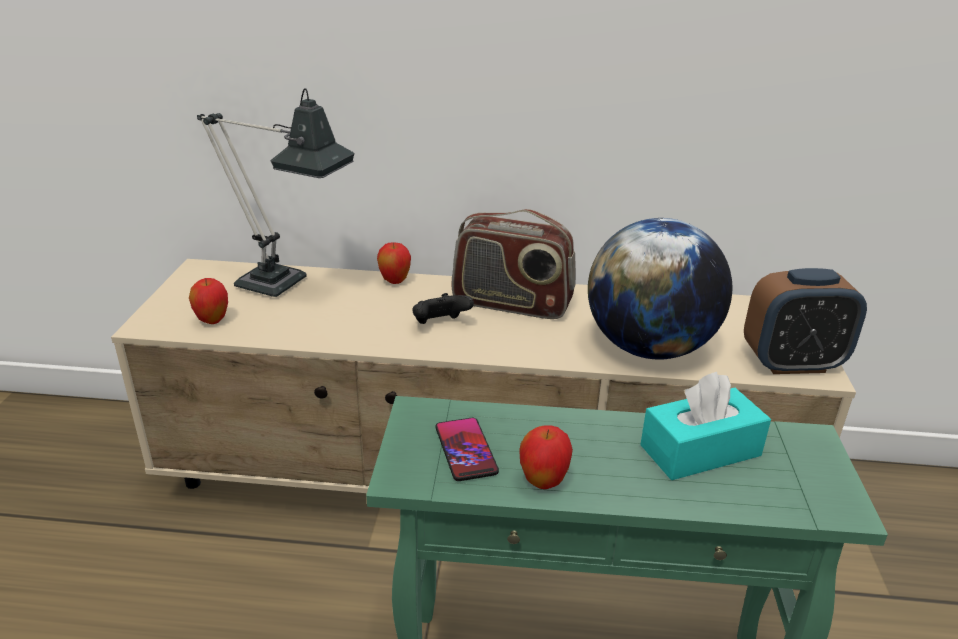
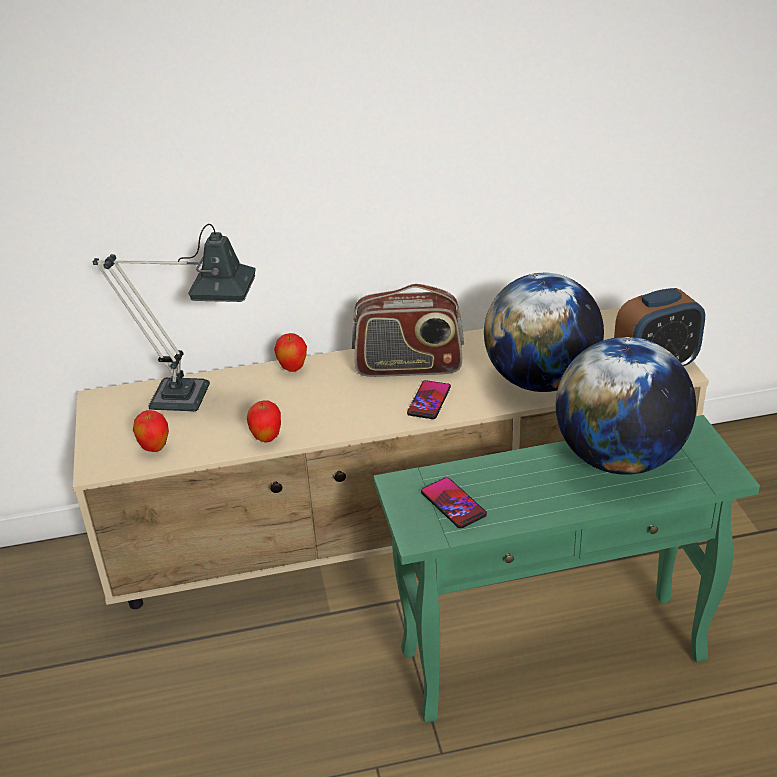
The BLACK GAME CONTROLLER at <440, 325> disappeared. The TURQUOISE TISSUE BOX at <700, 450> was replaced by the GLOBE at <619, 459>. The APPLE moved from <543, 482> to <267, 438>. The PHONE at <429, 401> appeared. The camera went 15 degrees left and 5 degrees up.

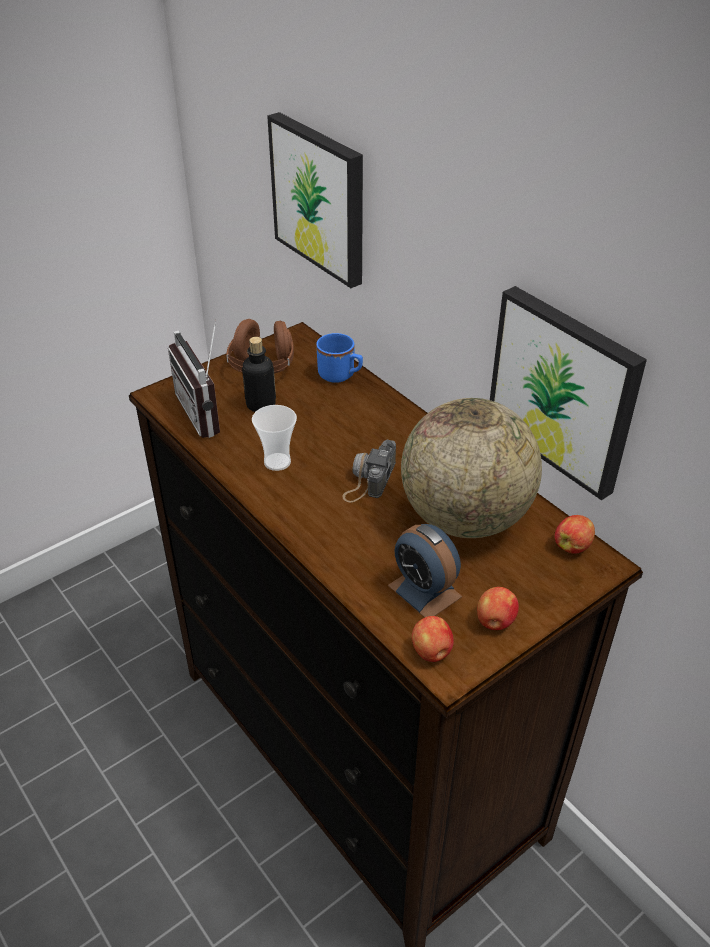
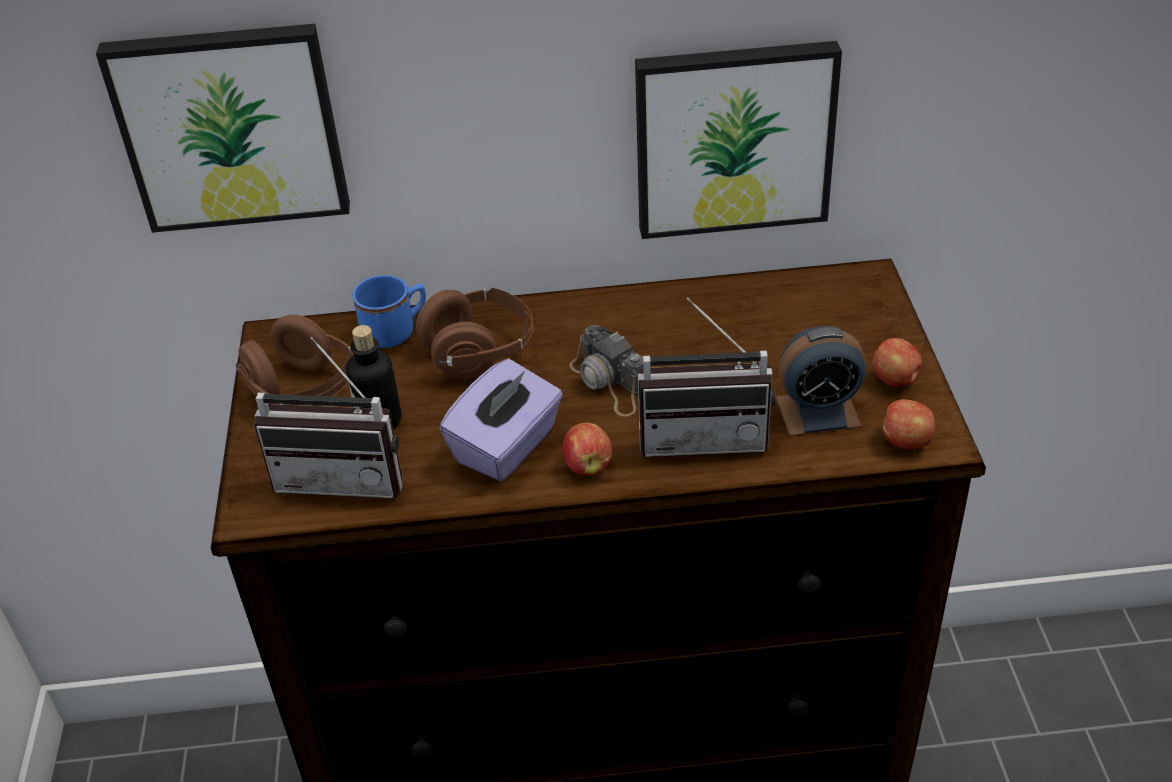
The GLOBE at <465, 518> disappeared. The CUP at <277, 462> was replaced by the PURPLE TISSUE BOX at <507, 446>. The APPLE moved from <572, 546> to <587, 465>. The BROWN HEADPHONES at <480, 352> appeared. The RADIO at <704, 436> appeared. The camera went 55 degrees left and 0 degrees up.

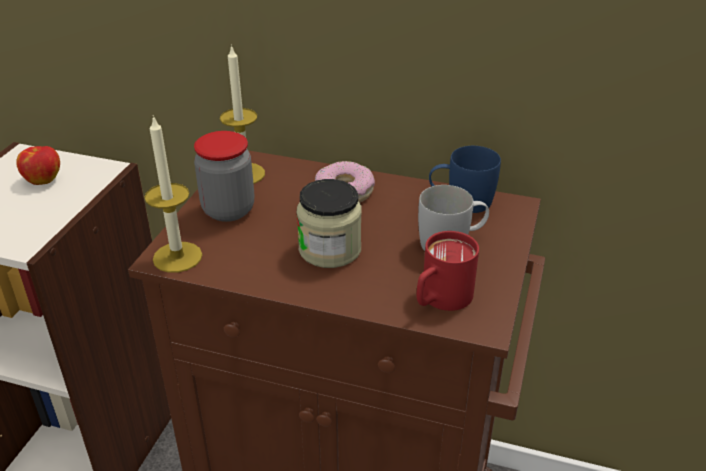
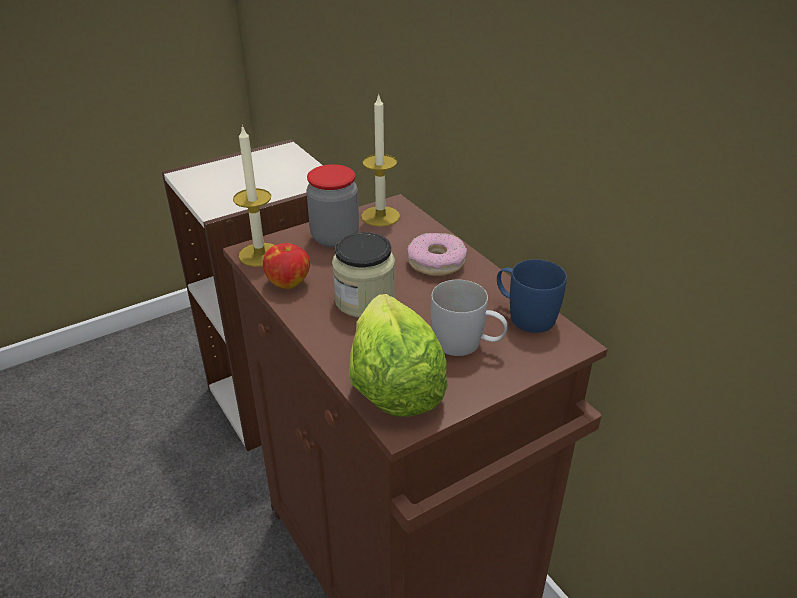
The APPLE moved from <43, 180> to <288, 282>. The RED MUG at <440, 300> was replaced by the LETTUCE at <393, 383>. The camera went 40 degrees right and 0 degrees up.

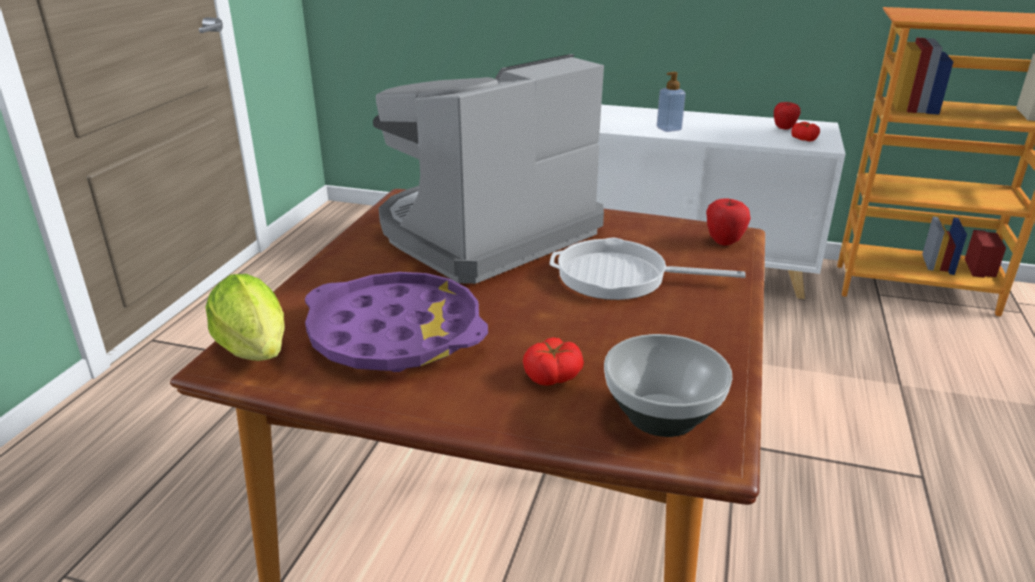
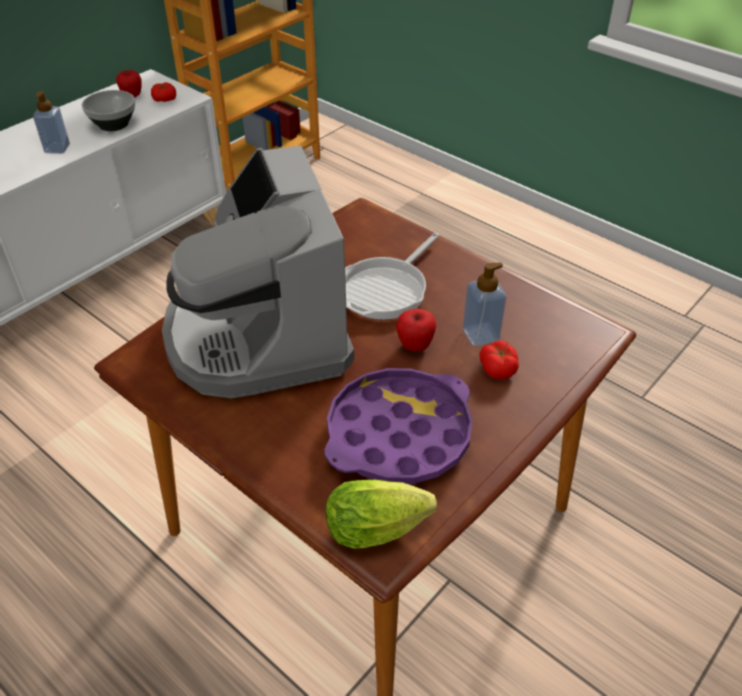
The APPLE moved from <724, 241> to <415, 346>. The BOWL moved from <663, 415> to <113, 124>. The SOAP DISPENSER at <480, 334> appeared. The camera went 65 degrees left and 15 degrees up.

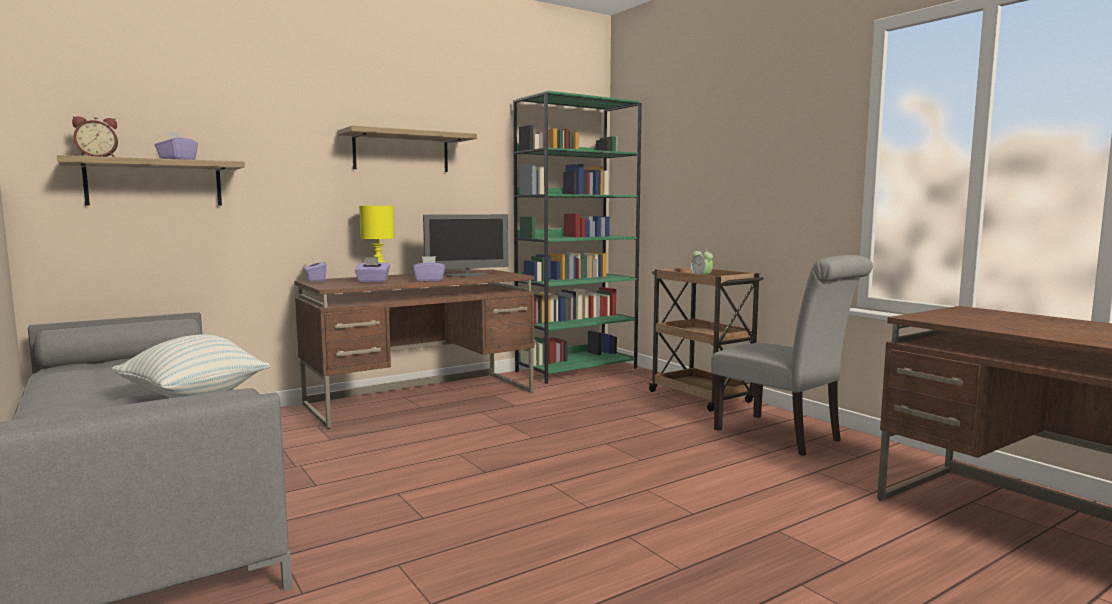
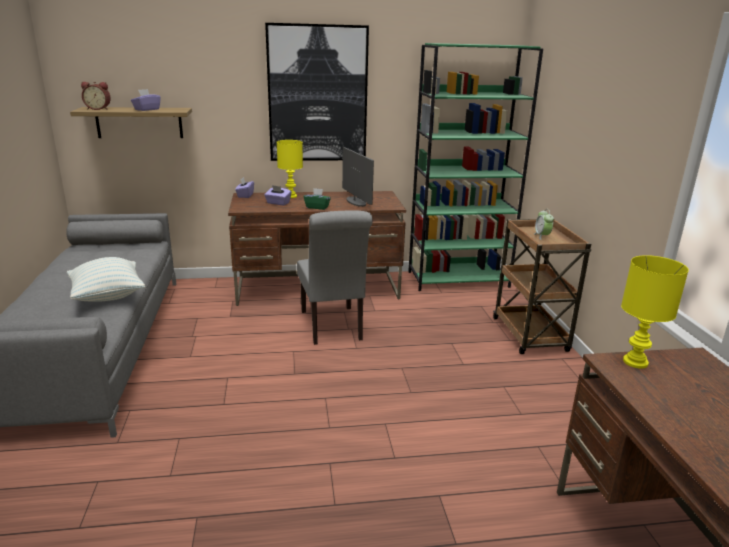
The SHELF at <401, 152> was replaced by the PICTURE at <317, 94>. The MONITOR at <467, 275> turned 120 degrees counterclockwise. The GREY CHAIR moved from <784, 436> to <332, 327>. The PURPLE TISSUE BOX at <429, 280> became the GREEN TISSUE BOX at <317, 207>. The YELLOW TABLE LAMP at <635, 362> appeared. The camera went 25 degrees right and 15 degrees up.

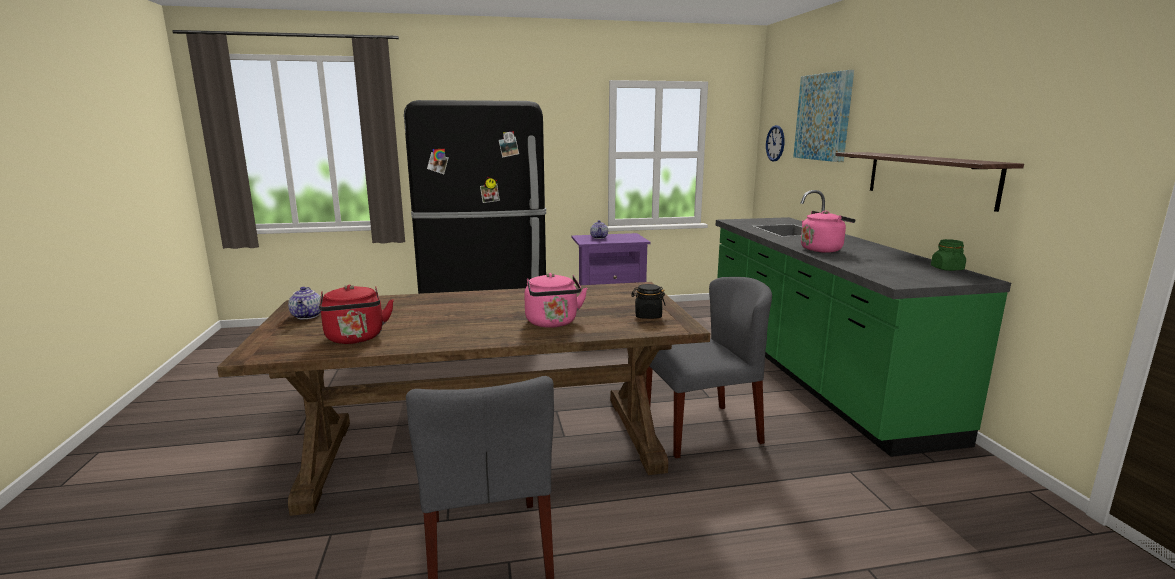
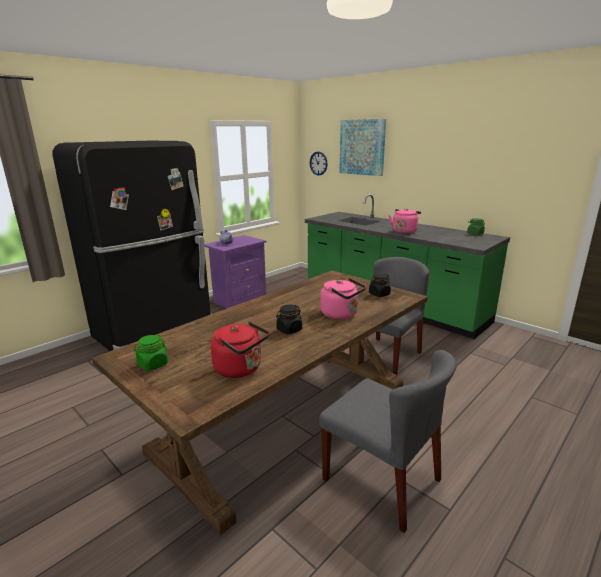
The SHELF at <929, 178> disappeared. The TEAPOT at <308, 316> was replaced by the GREEN JAR at <152, 365>. The BLACK JAR at <289, 330> appeared. The camera went 35 degrees left and 5 degrees up.

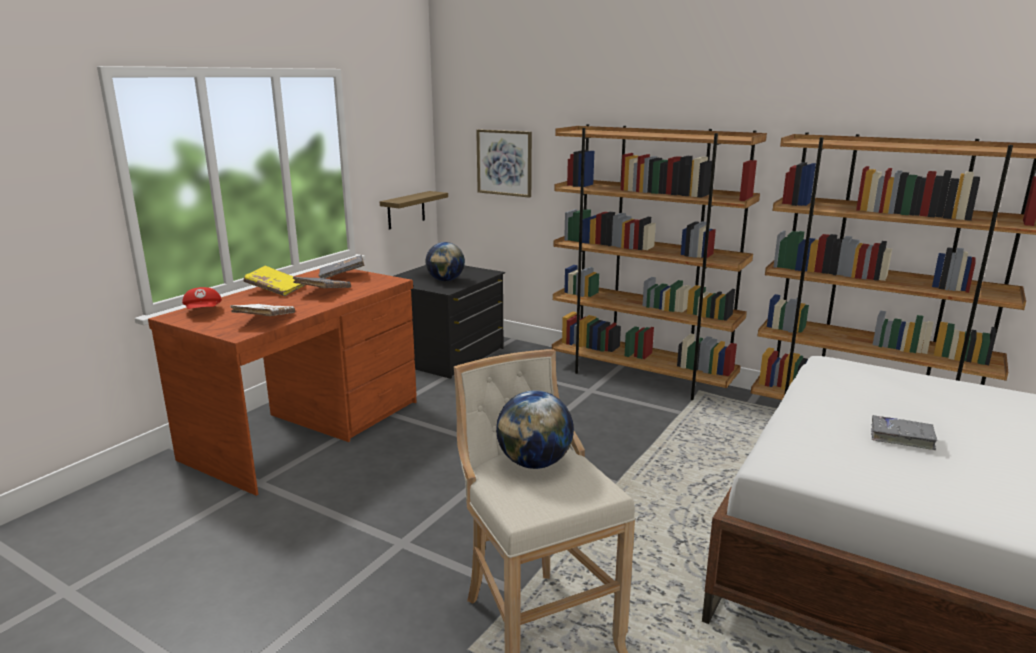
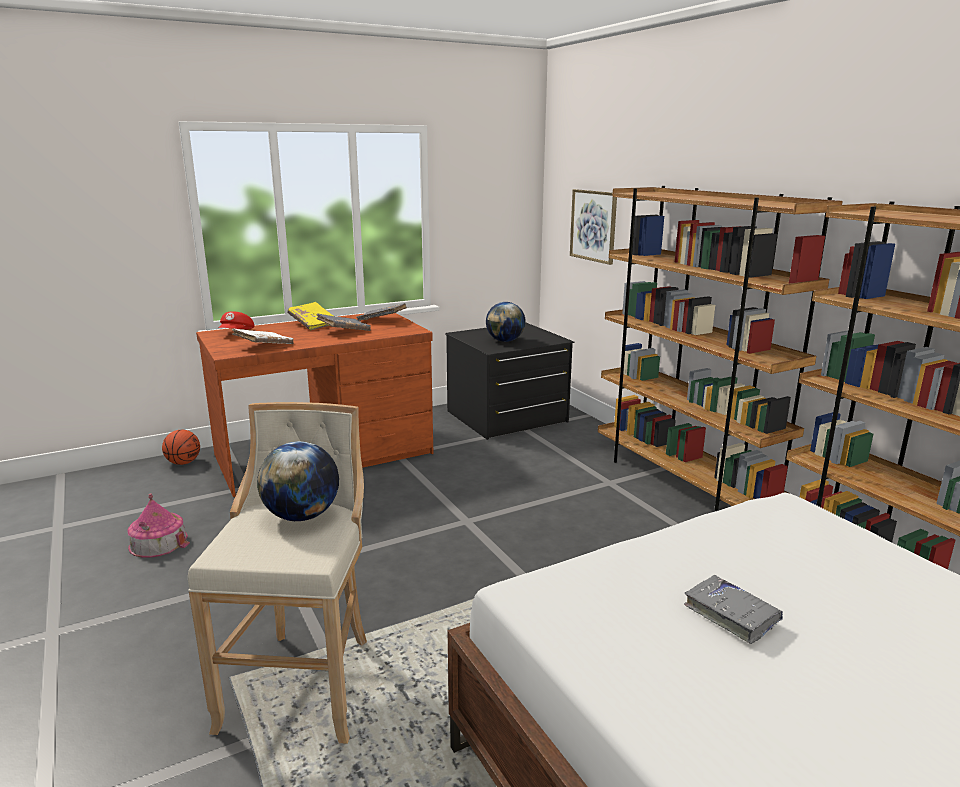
The SHELF at <406, 210> disappeared. The BASKETBALL at <183, 463> appeared. The TOY HOUSE at <158, 542> appeared. The camera went 30 degrees right and 0 degrees up.

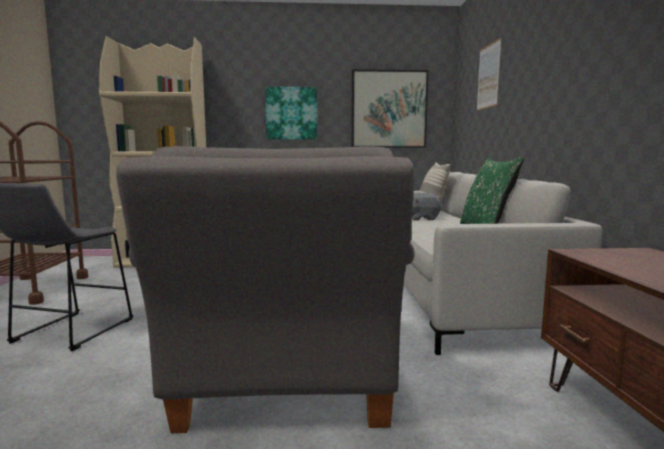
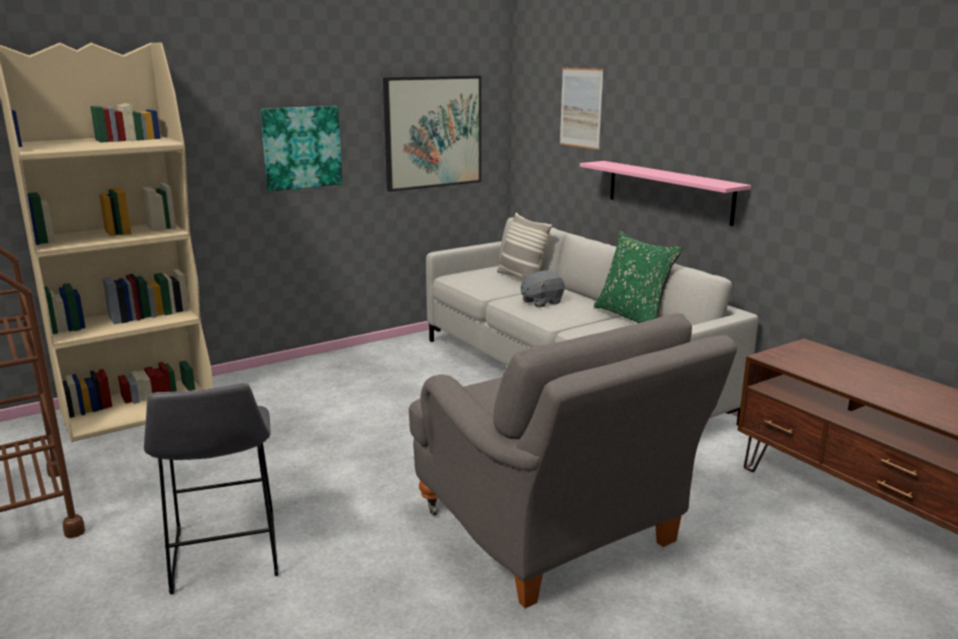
The PINK SHELF at <668, 191> appeared. The camera went 30 degrees left and 10 degrees up.

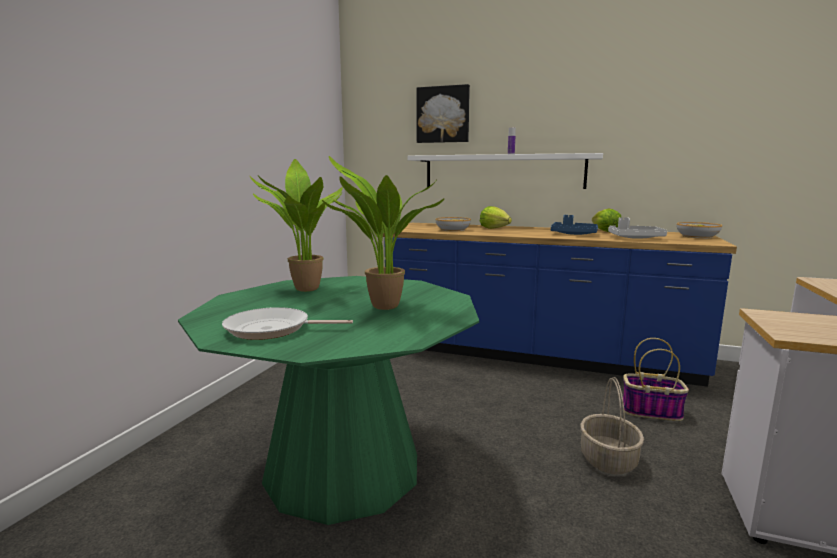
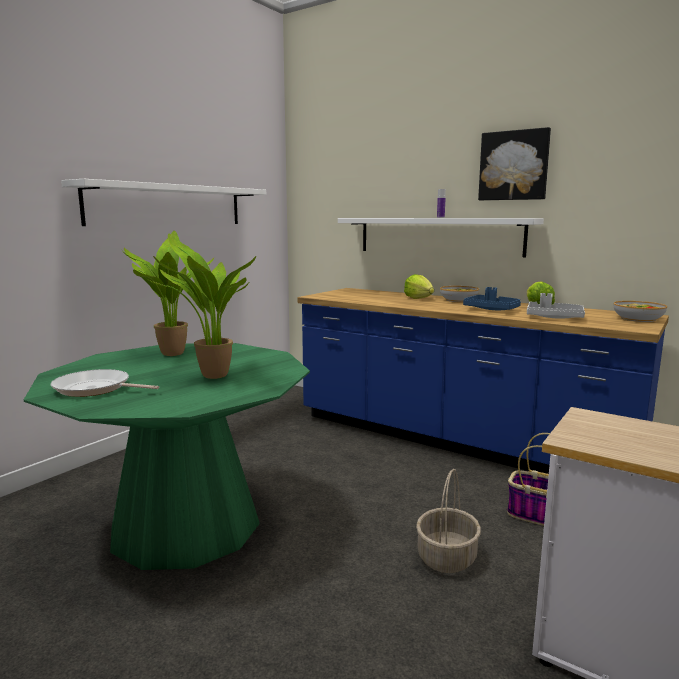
The PICTURE moved from <443, 114> to <514, 165>. The BOWL moved from <452, 230> to <458, 300>. The WHITE SHELF at <168, 205> appeared. The camera went 15 degrees right and 0 degrees up.

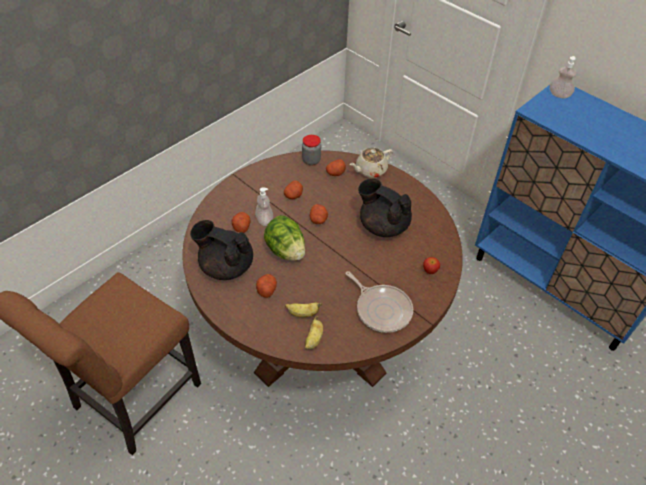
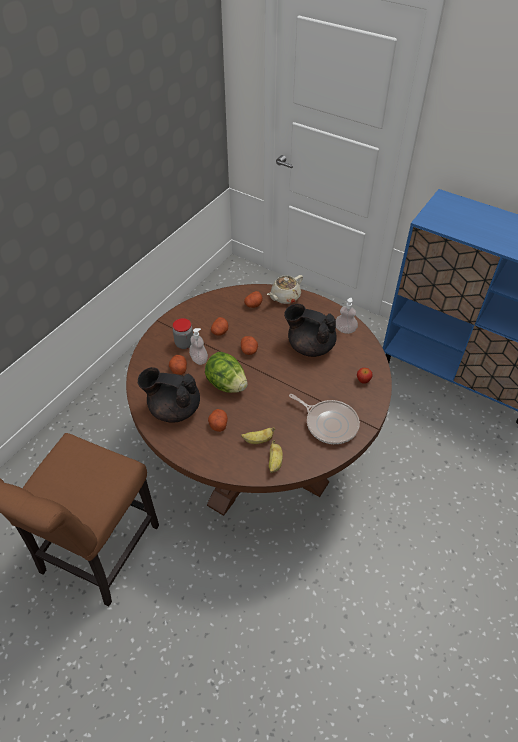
The SOAP DISPENSER moved from <559, 95> to <345, 330>. The JAR moved from <311, 160> to <184, 344>. The camera went 10 degrees left and 0 degrees up.

